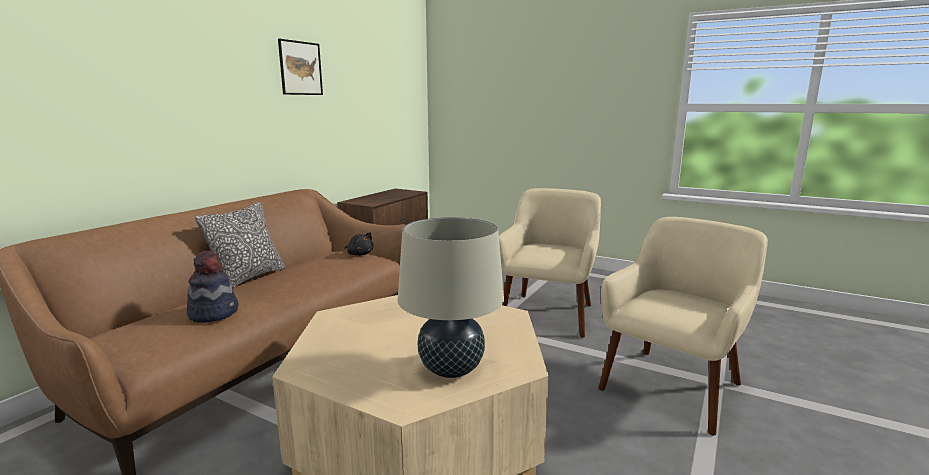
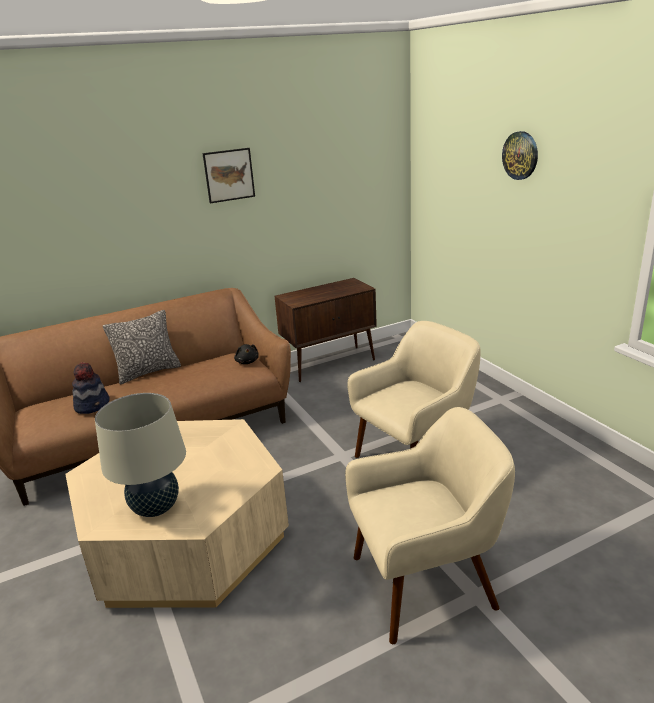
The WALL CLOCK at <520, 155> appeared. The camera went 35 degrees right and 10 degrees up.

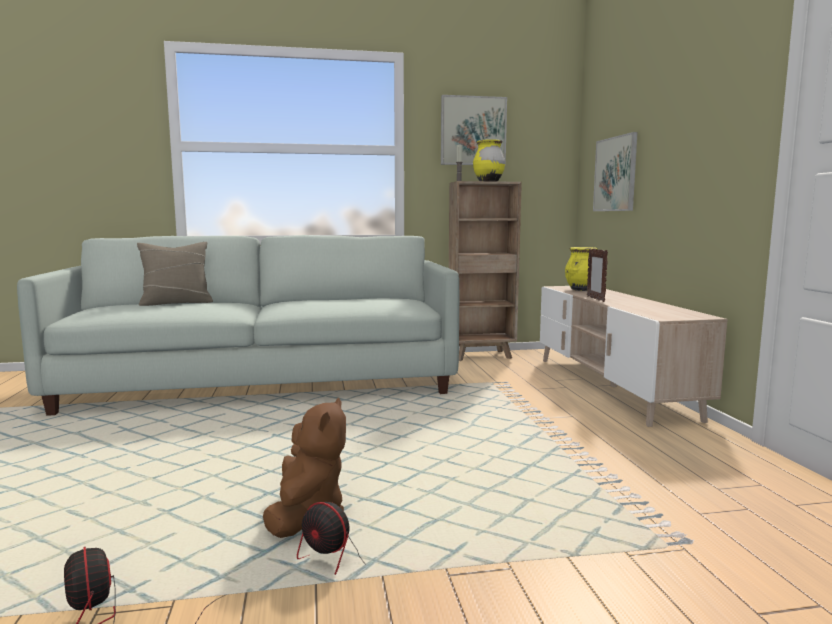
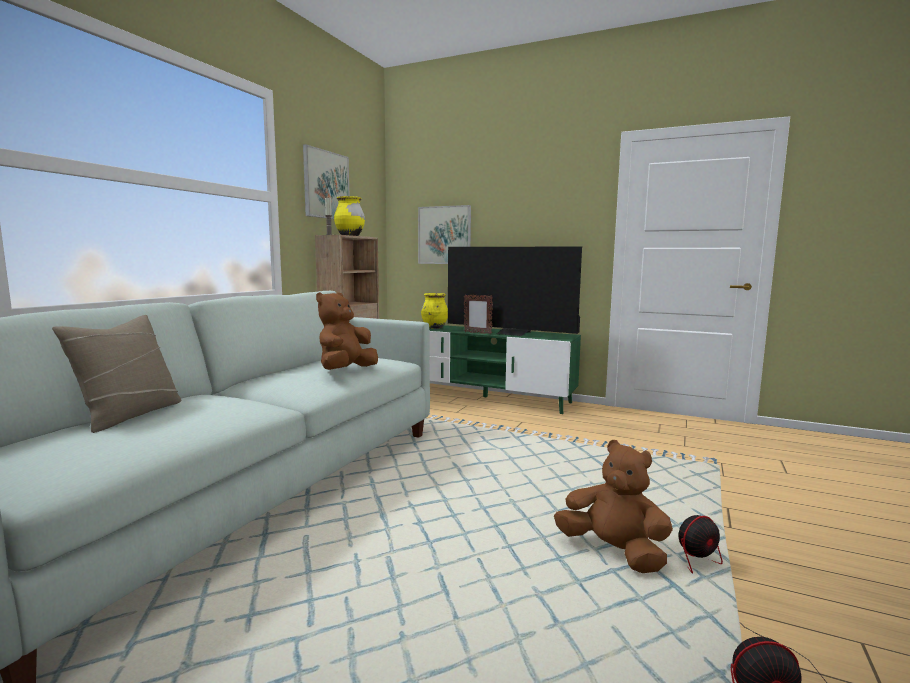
The BEIGE TV STAND at <611, 386> became the GREEN TV STAND at <484, 397>. The TELEVISION at <512, 333> appeared. The BROWN PLUSH TOY at <346, 371> appeared. The camera went 55 degrees left and 0 degrees up.

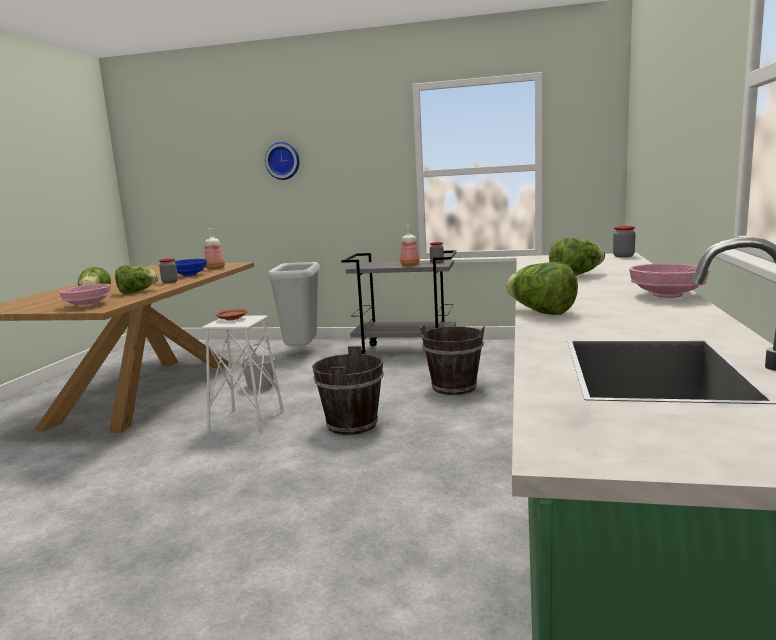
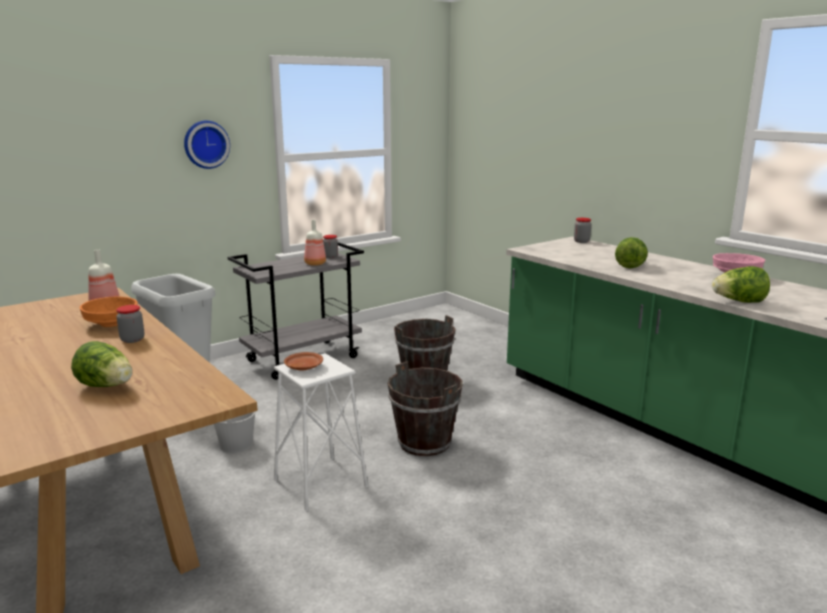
The WALL CLOCK moved from <283, 161> to <205, 144>. The BLUE BOWL at <189, 275> became the ORANGE BOWL at <110, 324>. The LETTUCE at <137, 292> disappeared. The PINK BOWL at <88, 305> disappeared. The camera went 50 degrees left and 5 degrees up.

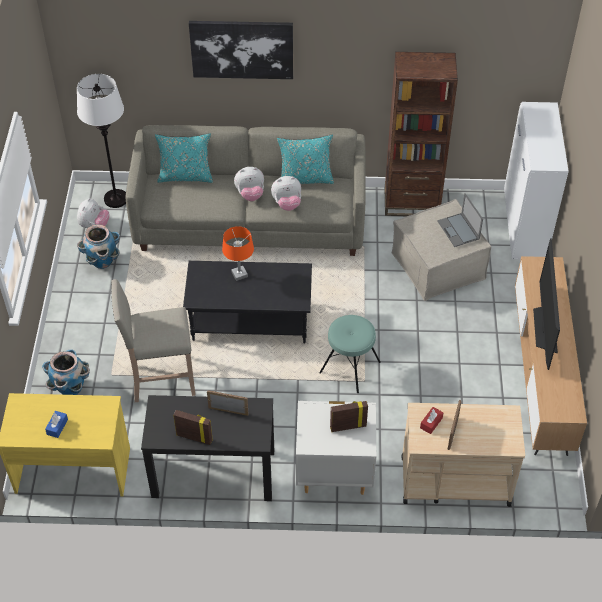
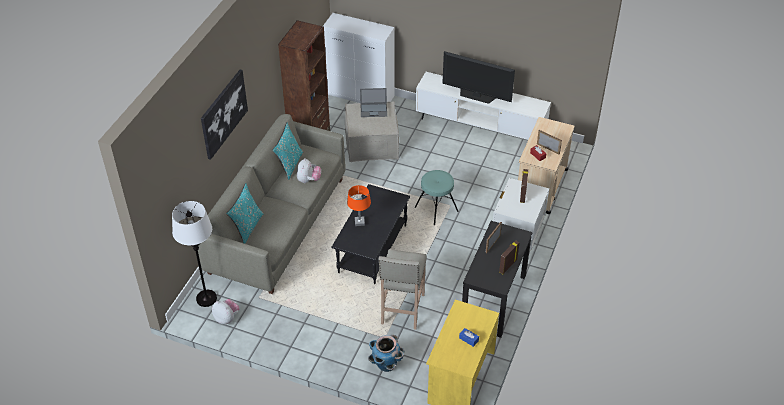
The PLUSH TOY at <250, 194> disappeared. The PLANTER at <102, 261> disappeared. The BROWN TV STAND at <540, 375> became the WHITE TV STAND at <480, 127>. The camera went 70 degrees left and 5 degrees down.

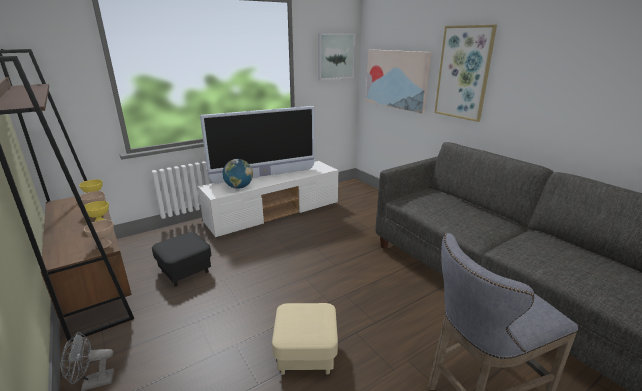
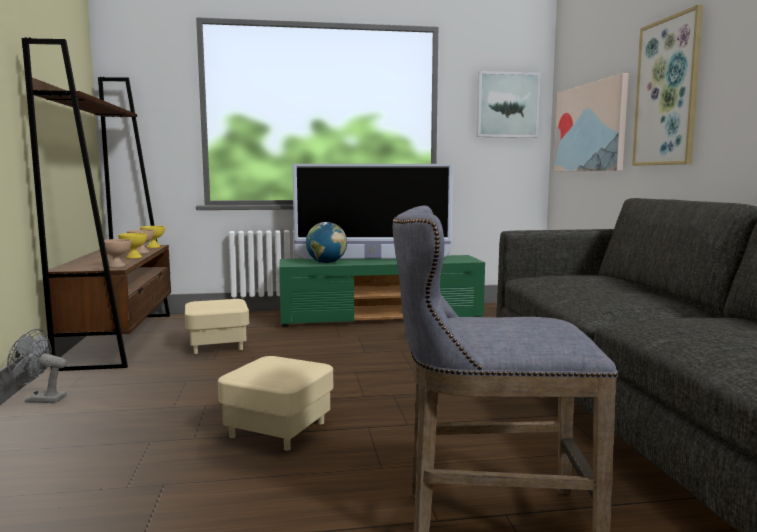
The WHITE TV STAND at <274, 213> became the GREEN TV STAND at <381, 317>. The BLACK OTTOMAN at <185, 271> became the BEIGE OTTOMAN at <218, 345>. The camera went 25 degrees right and 15 degrees down.

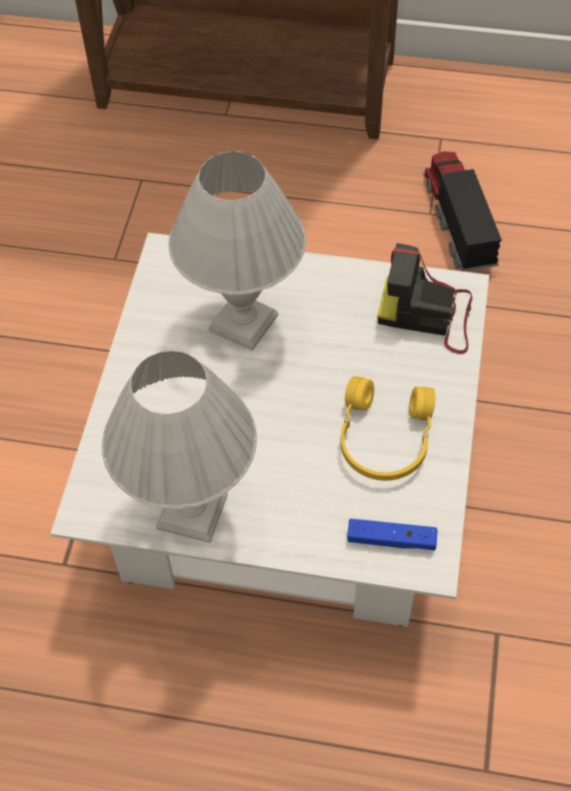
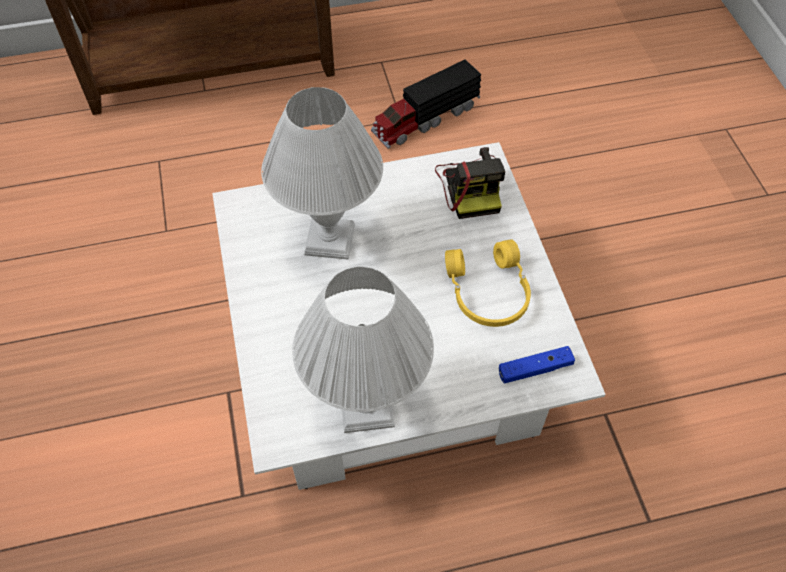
The TOY TRUCK at <458, 222> turned 90 degrees counterclockwise. The PHOTO CAMERA at <428, 315> turned 90 degrees counterclockwise. The camera went 25 degrees left and 0 degrees up.

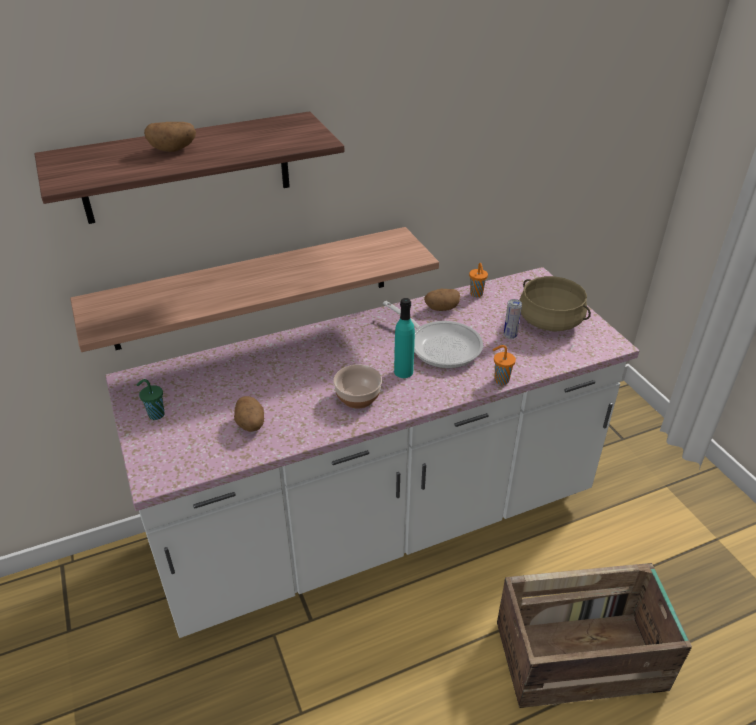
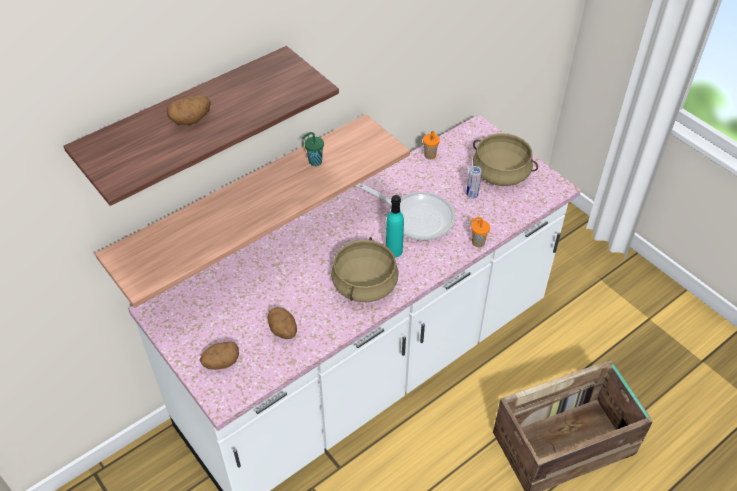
The POTATO moved from <441, 308> to <221, 362>. The BOWL at <357, 397> was replaced by the BEIGE COOKING POT at <364, 284>. The GREEN CUP moved from <155, 414> to <314, 162>. The camera went 15 degrees left and 10 degrees up.

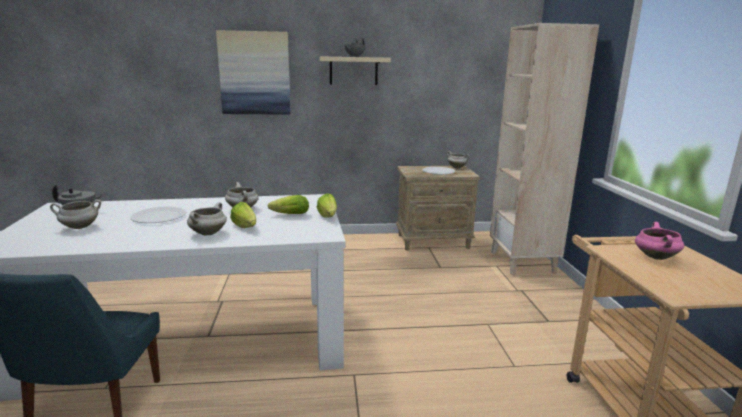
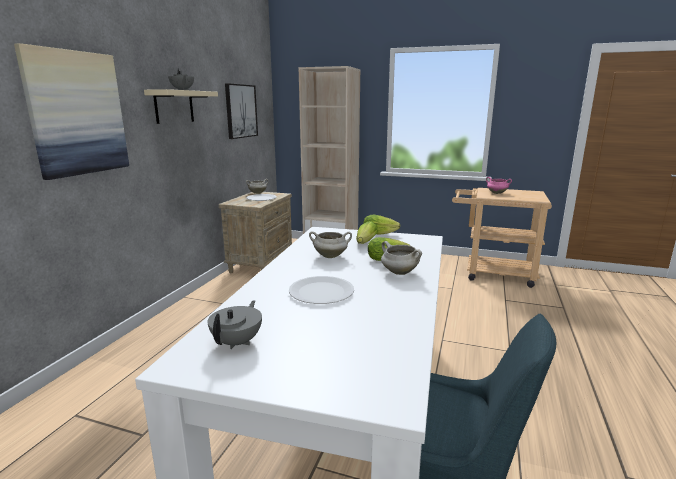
The WHITE COOKING POT at <79, 227> disappeared. The PICTURE at <240, 111> appeared. The camera went 65 degrees left and 0 degrees up.

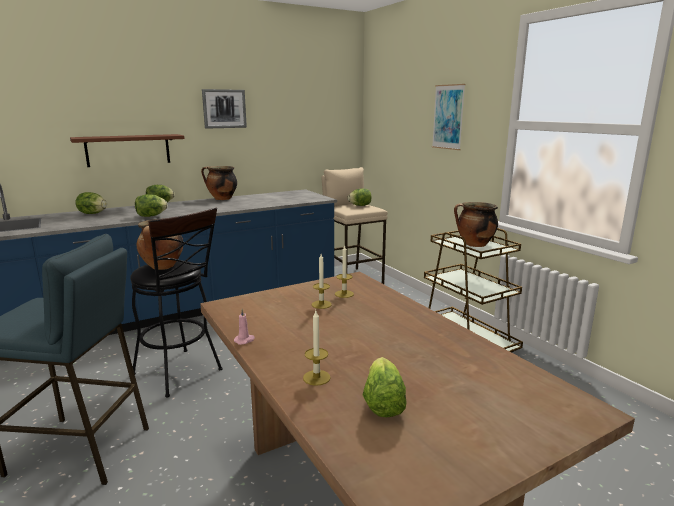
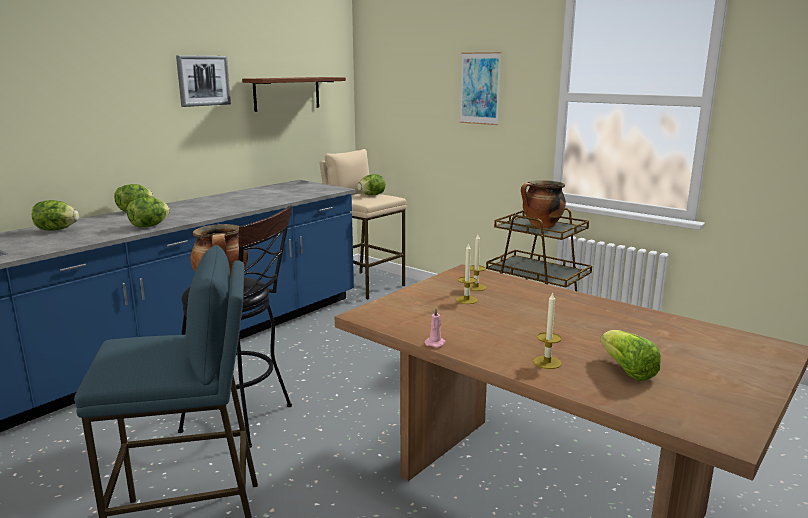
The BROWN SHELF moved from <128, 150> to <287, 93>. The COOKING POT at <221, 199> disappeared. The camera went 20 degrees left and 0 degrees up.

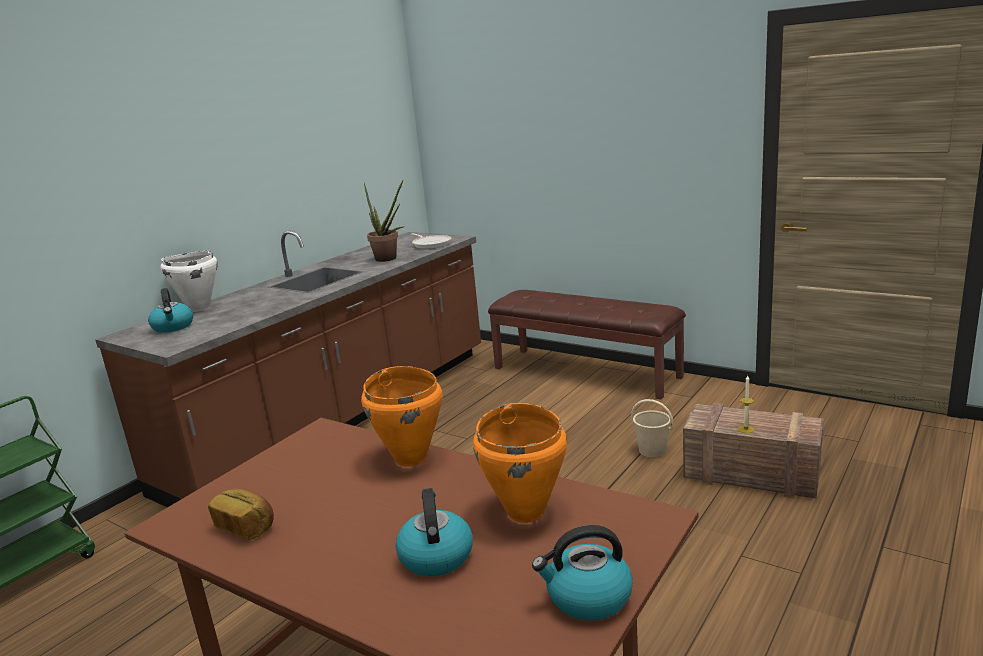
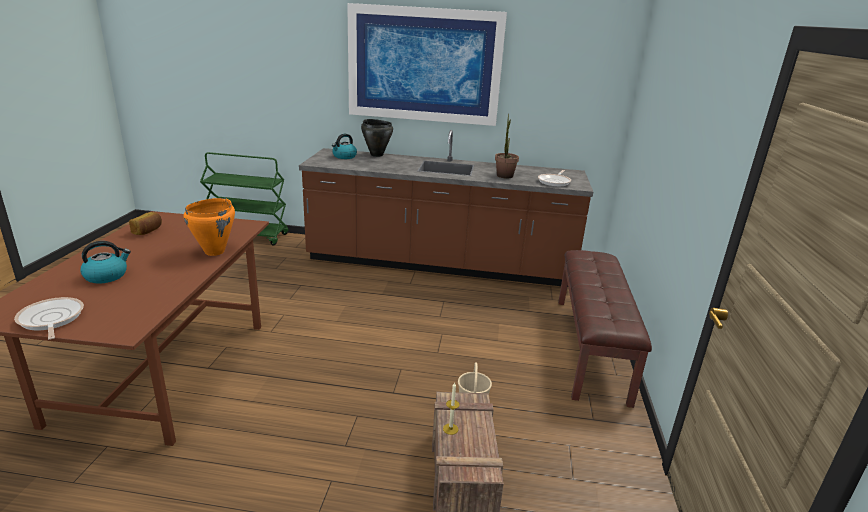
The WHITE COOKING POT at <198, 308> became the BLACK COOKING POT at <376, 155>. The ORANGE COOKING POT at <526, 511> disappeared. The KETTLE at <587, 597> was replaced by the FRYING PAN at <51, 320>. The PICTURE at <424, 65> appeared. The camera went 60 degrees right and 5 degrees up.

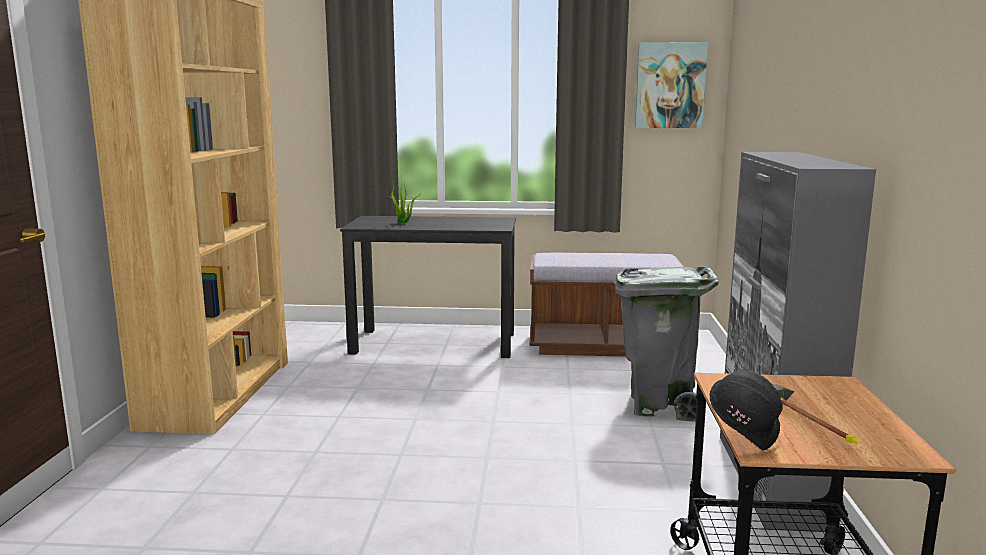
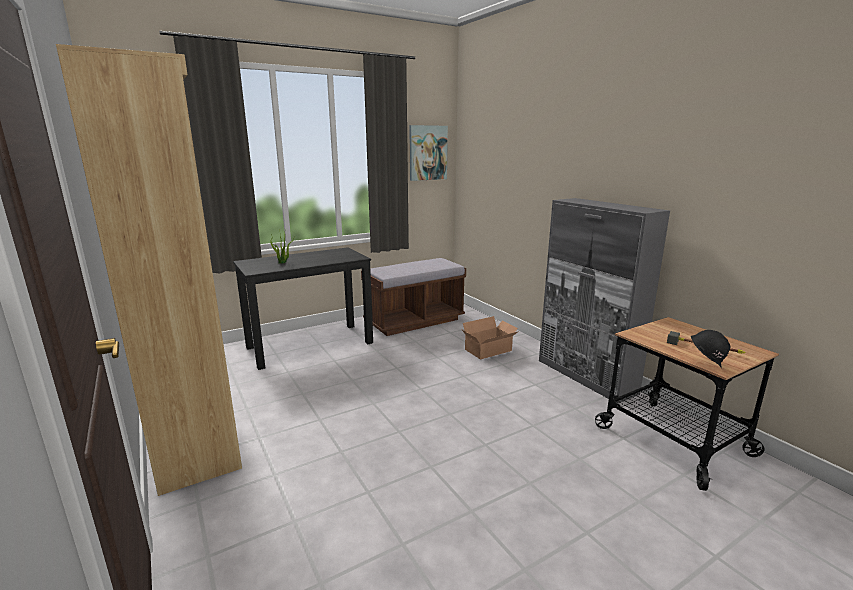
The GREY TRASH CAN at <660, 405> was replaced by the CARDBOARD BOX at <490, 350>. The camera went 35 degrees left and 5 degrees up.

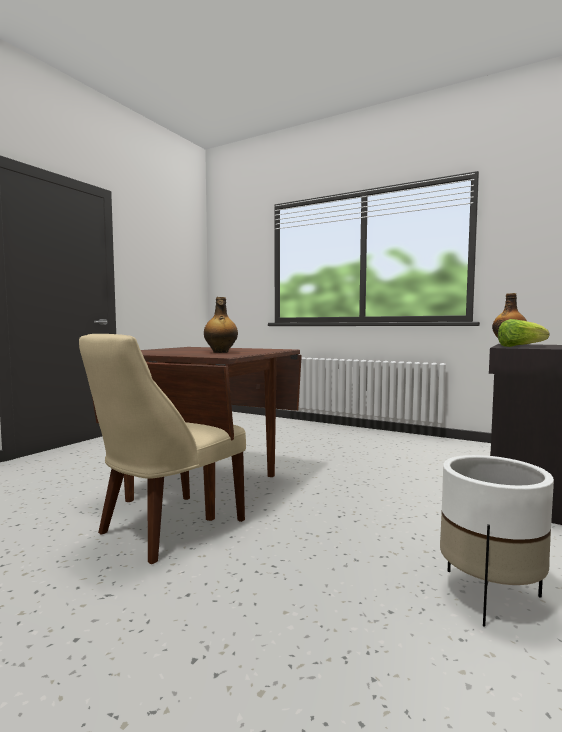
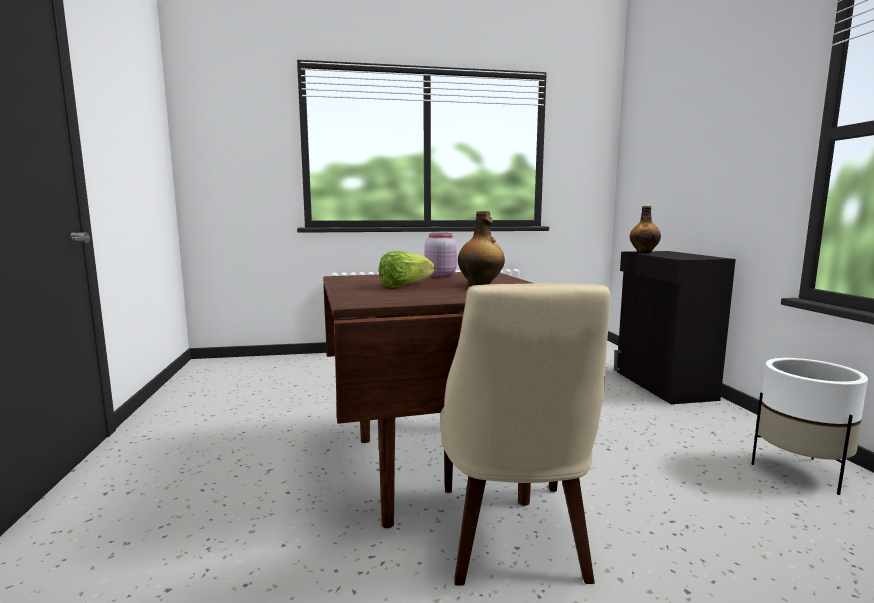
The LETTUCE moved from <519, 346> to <404, 286>. The PINK JAR at <440, 276> appeared. The camera went 40 degrees left and 5 degrees up.

